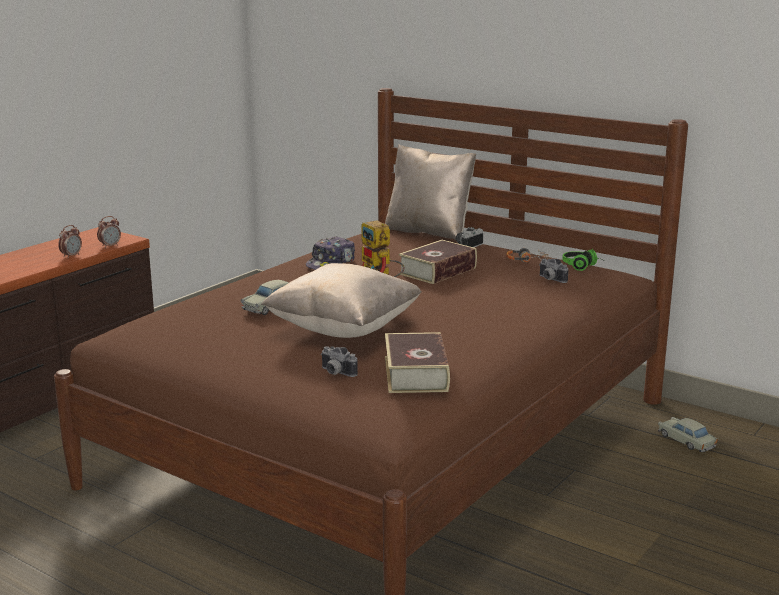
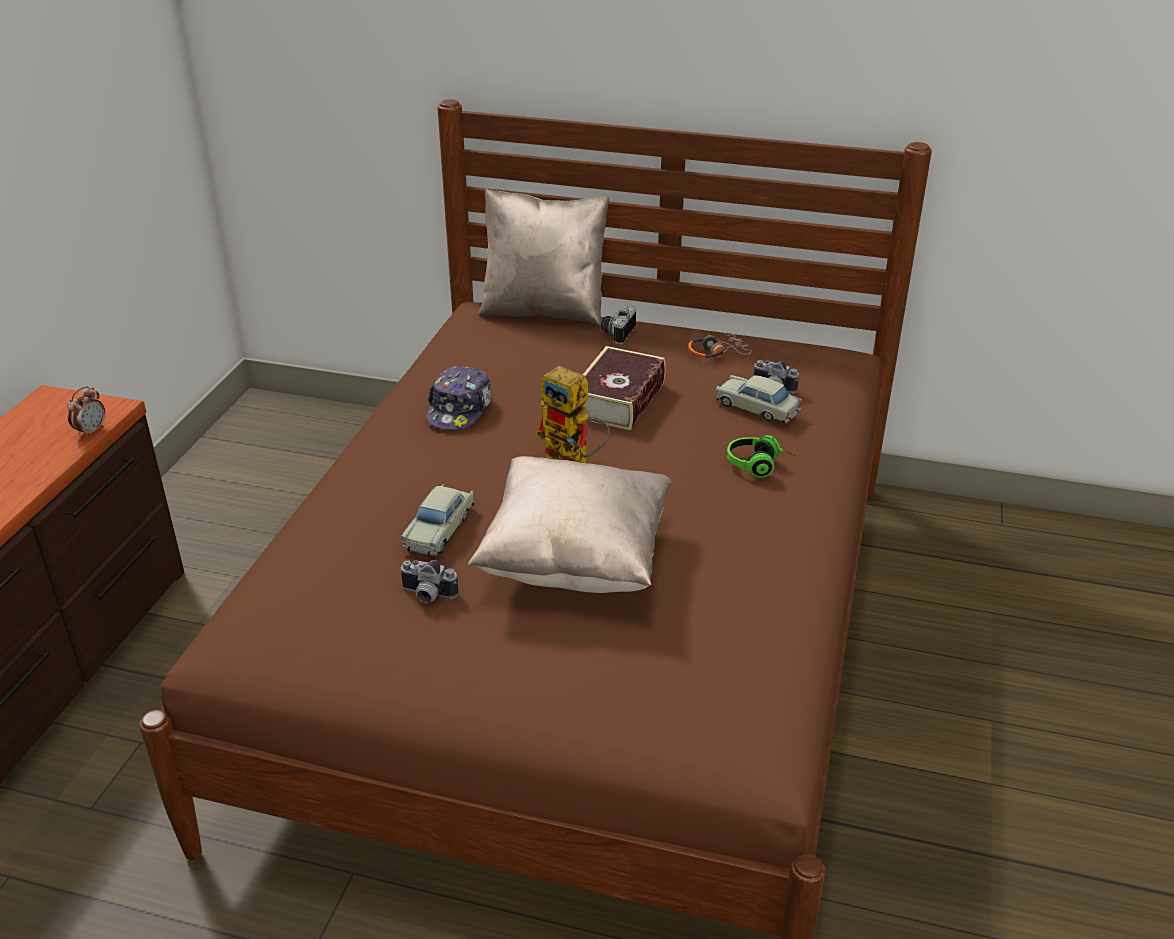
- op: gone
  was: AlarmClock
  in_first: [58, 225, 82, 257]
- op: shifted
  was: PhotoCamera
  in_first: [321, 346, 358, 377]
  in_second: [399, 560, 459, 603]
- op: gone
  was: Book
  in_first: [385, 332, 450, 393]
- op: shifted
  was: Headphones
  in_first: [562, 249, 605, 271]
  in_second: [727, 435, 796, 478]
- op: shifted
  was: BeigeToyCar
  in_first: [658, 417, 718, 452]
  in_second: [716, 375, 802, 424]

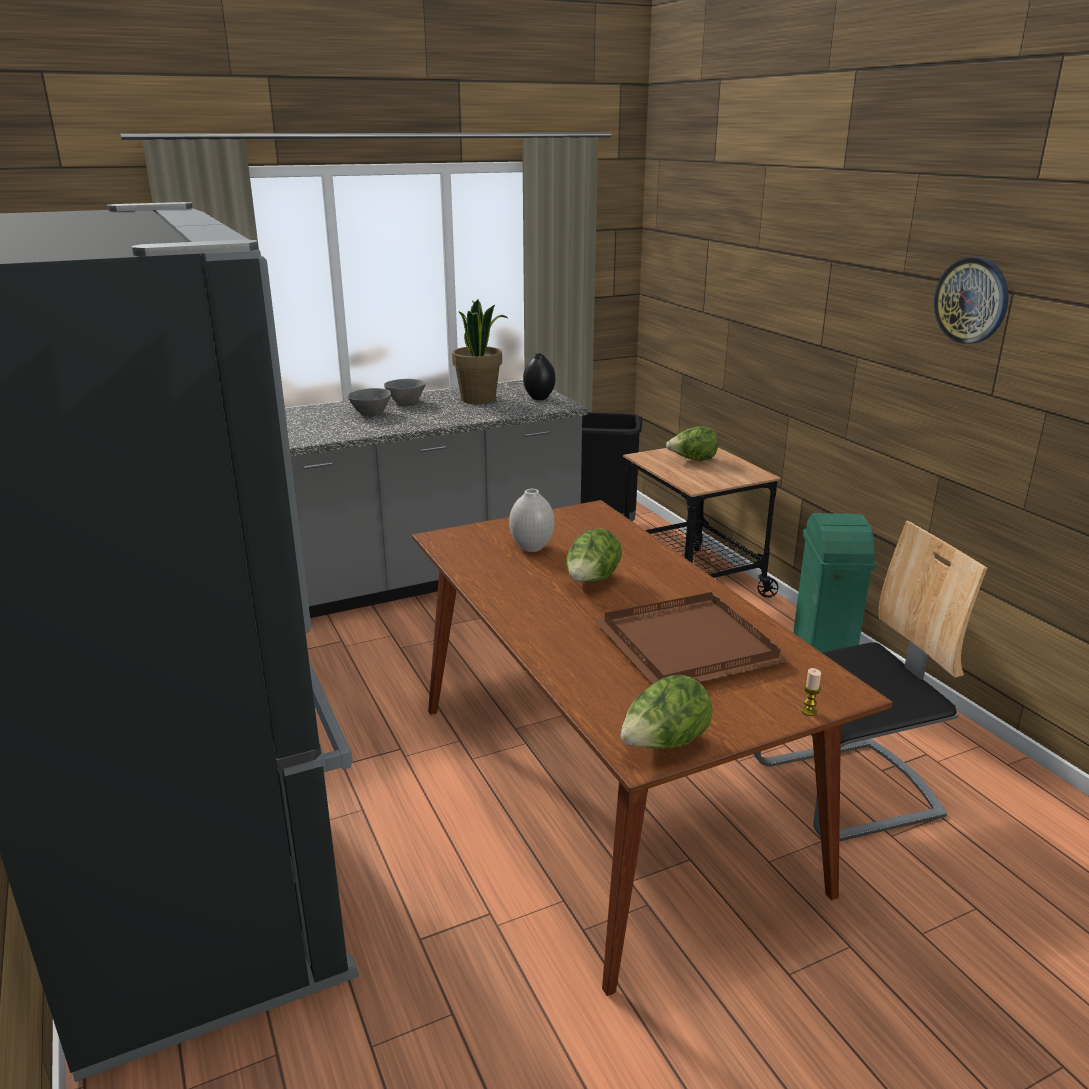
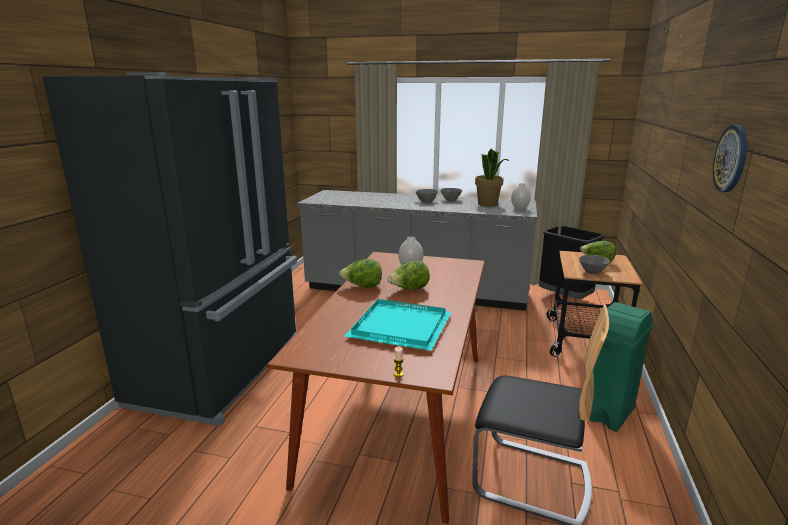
- op: repainted
  was: BlackVase
  now: WhiteVase
  in_first: [523, 354, 556, 400]
  in_second: [511, 183, 531, 210]
- op: repainted
  was: BrownTray
  now: TurquoiseTray
  in_first: [594, 592, 792, 684]
  in_second: [344, 299, 451, 351]
- op: shifted
  was: Lettuce
  in_first: [620, 675, 713, 749]
  in_second: [339, 259, 382, 288]
- op: new
  now: GreyBowl
  in_second: [579, 255, 610, 274]

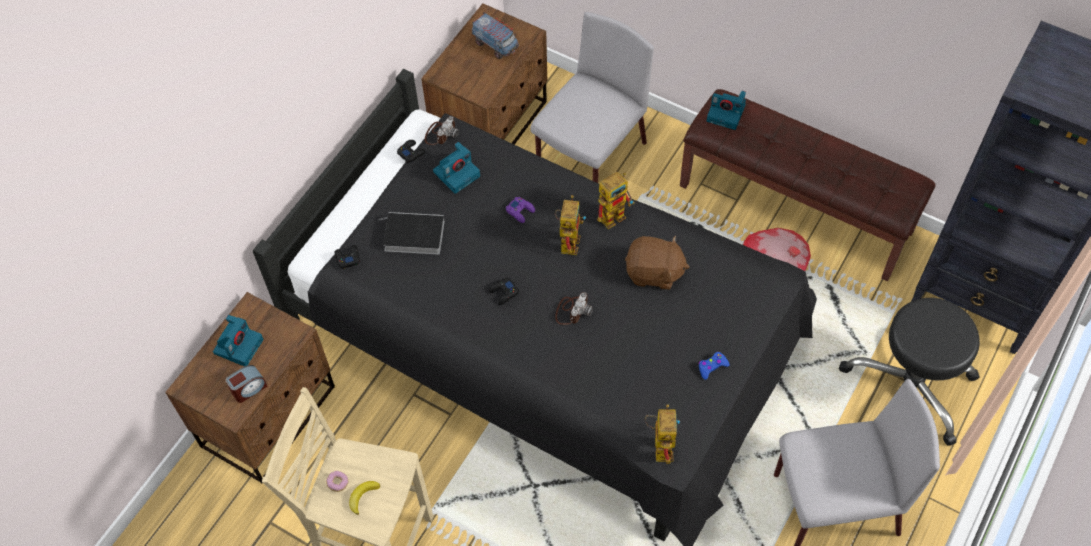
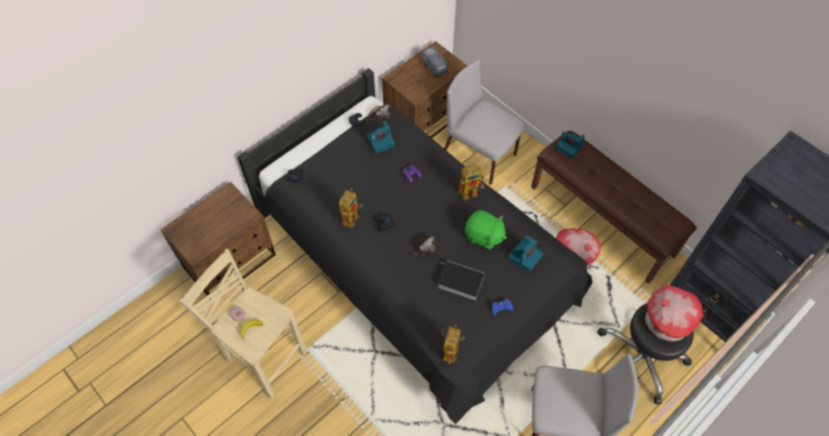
- op: shifted
  was: PhotoCamera
  in_first: [213, 315, 264, 366]
  in_second: [508, 235, 543, 272]
- op: gone
  was: AlarmClock
  in_first: [226, 365, 267, 403]
- op: shifted
  was: Book
  in_first: [378, 212, 445, 254]
  in_second: [438, 260, 485, 300]
- op: rotated
  was: GreyChair
  in_first: [530, 12, 654, 183]
  in_second: [444, 60, 525, 185]
  clockwise: -105
- op: shifted
  was: ToyRobot
  in_first: [555, 195, 586, 255]
  in_second: [339, 188, 362, 228]
- op: repainted
  was: BrownPlushToy
  now: GreenPlushToy
  in_first: [625, 236, 689, 290]
  in_second: [465, 210, 507, 250]
- op: new
  now: ToyHouse
  in_second: [645, 285, 703, 341]

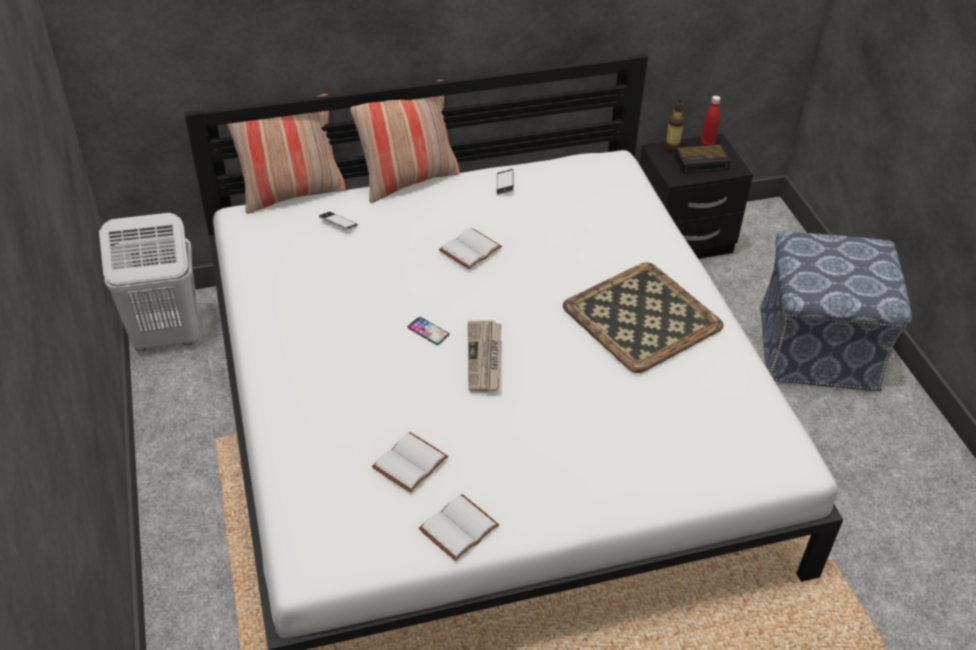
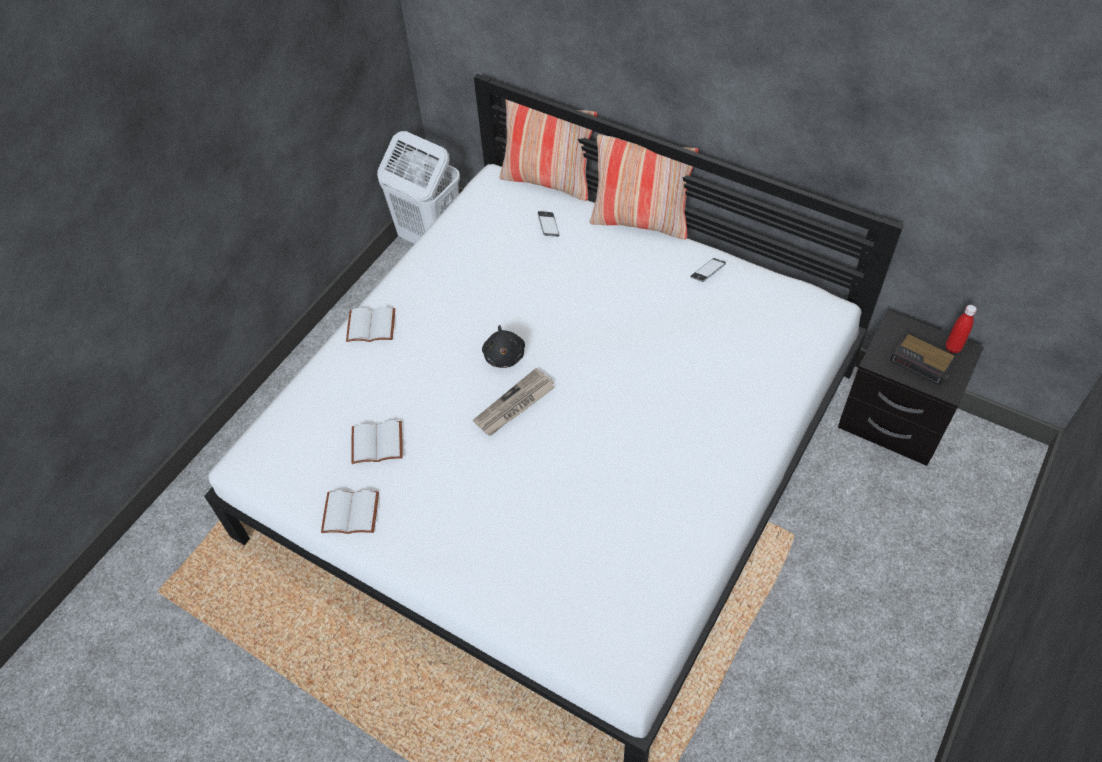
- op: swapped
  was: Phone
  now: BlackPlushToy
  in_first: [408, 317, 449, 345]
  in_second: [482, 325, 525, 368]
- op: shifted
  was: WhiteBook
  in_first: [439, 228, 502, 269]
  in_second: [346, 307, 395, 342]
- op: gone
  was: Tray
  in_first: [563, 262, 724, 373]
- op: gone
  was: Bottle
  in_first: [665, 100, 684, 152]
- op: gone
  was: Ottoman
  in_first: [760, 232, 912, 391]

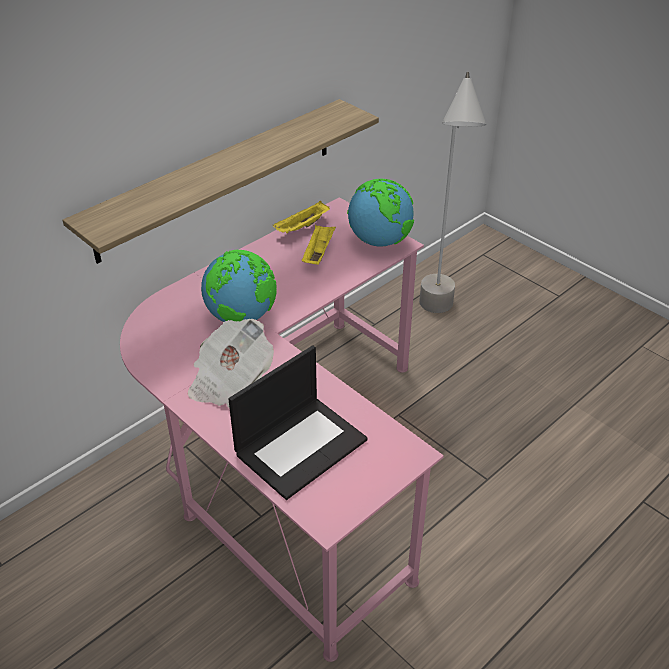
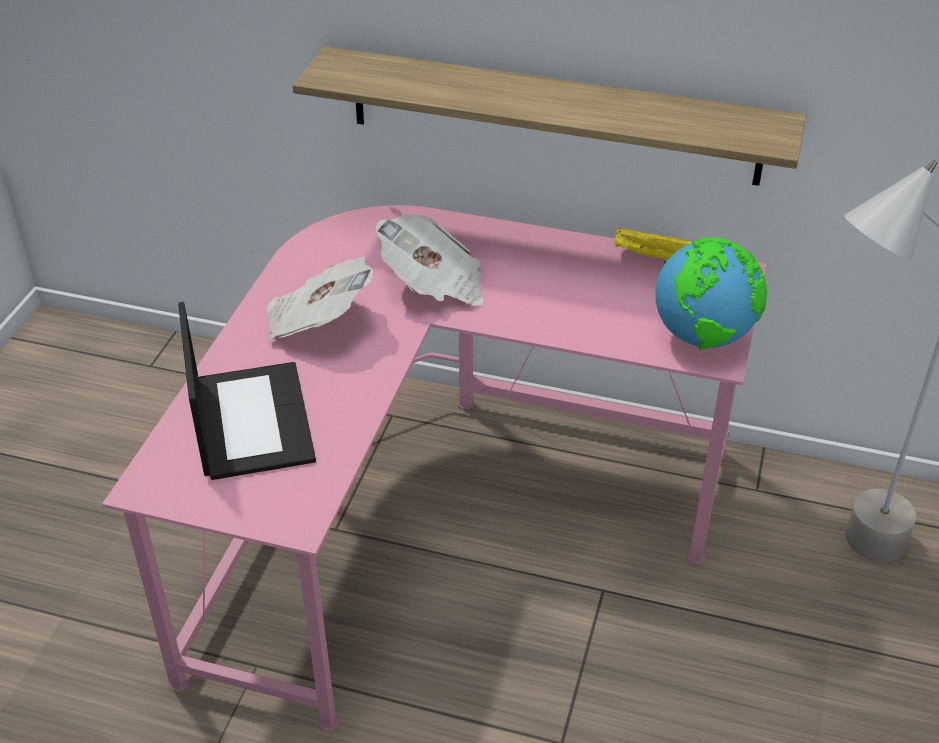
- op: swapped
  was: Globe
  now: Newspaper
  in_first: [201, 250, 277, 322]
  in_second: [375, 214, 483, 306]
- op: rotated
  was: Laptop
  in_first: [228, 345, 368, 500]
  in_second: [178, 302, 316, 480]
  clockwise: -120
- op: gone
  was: YellowTray
  in_first: [301, 225, 336, 265]

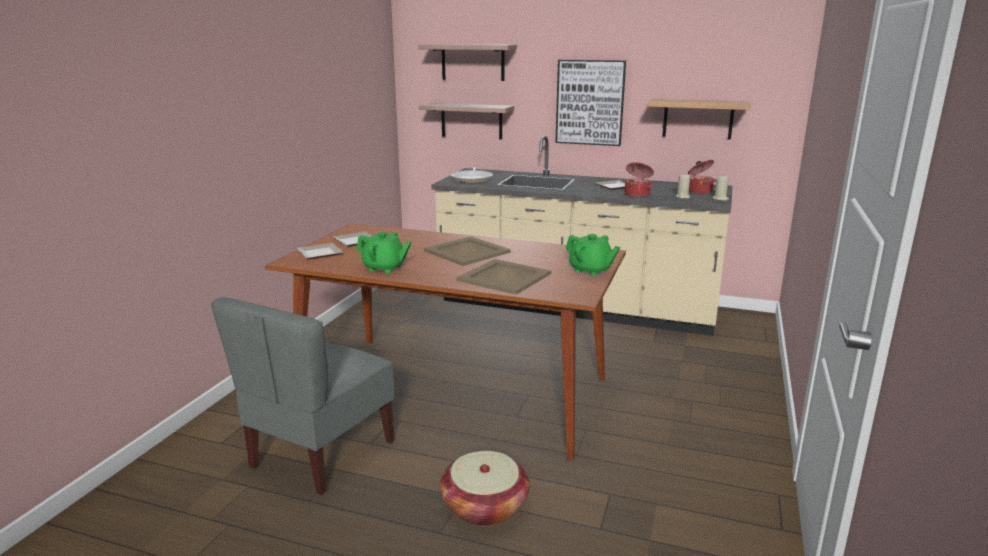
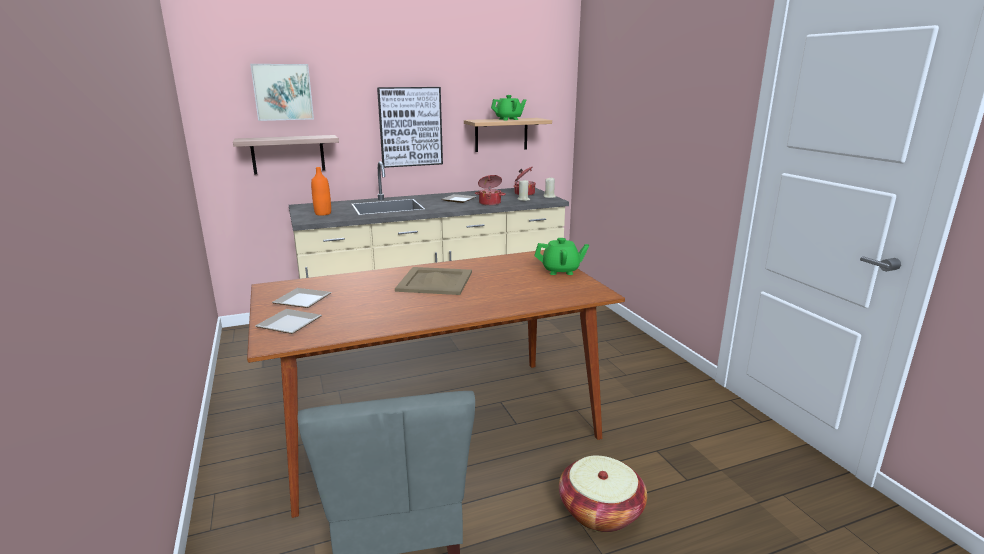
- op: shifted
  was: GreenTeapot
  in_first: [356, 232, 411, 273]
  in_second: [491, 95, 526, 120]
- op: swapped
  was: Shelf
  now: Picture
  in_first: [418, 44, 517, 81]
  in_second: [250, 64, 314, 121]
- op: swapped
  was: FryingPan
  now: OrangeBottle
  in_first: [451, 167, 493, 183]
  in_second: [311, 167, 331, 216]
- op: gone
  was: BeigeTray
  in_first: [456, 259, 551, 295]

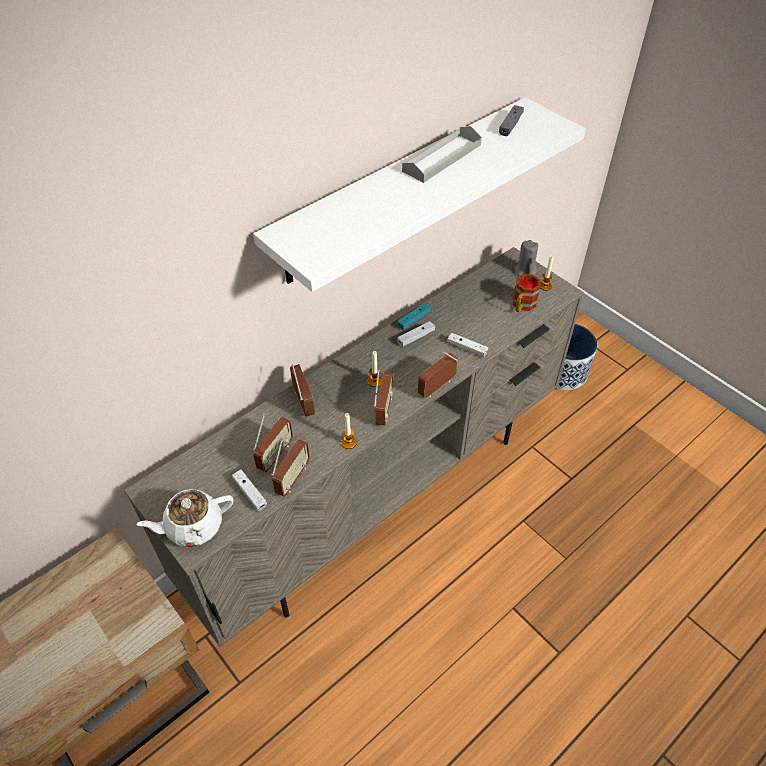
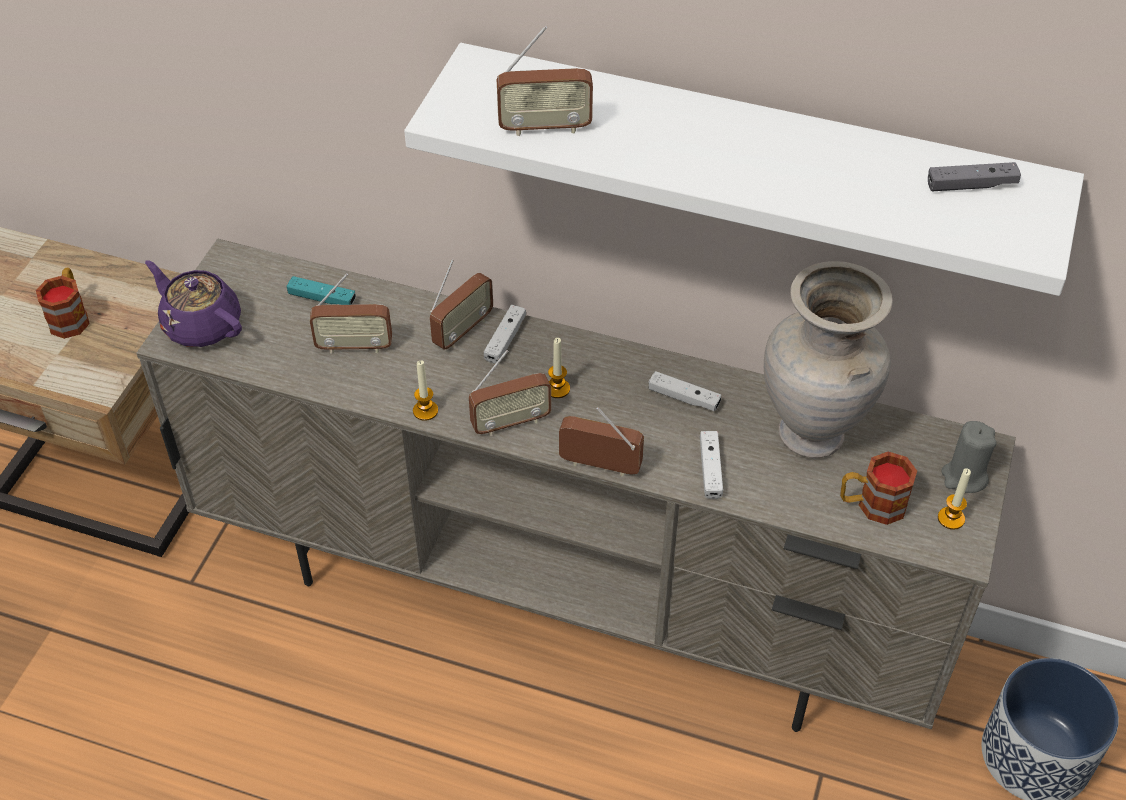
- op: repainted
  was: WhiteTeapot
  now: PurpleTeapot
  in_first: [136, 489, 233, 547]
  in_second: [145, 260, 242, 347]
- op: shifted
  was: WhiteGameController
  in_first: [232, 470, 267, 511]
  in_second: [484, 305, 526, 364]
- op: shifted
  was: Radio
  in_first: [272, 438, 310, 497]
  in_second: [497, 26, 593, 136]
- op: shifted
  was: TurquoiseGameController
  in_first: [397, 302, 432, 330]
  in_second: [286, 276, 356, 305]
- op: gone
  was: GreyTray
  in_first: [402, 126, 482, 183]
- op: new
  now: Mug
  in_second: [36, 268, 90, 339]
- op: new
  now: BeigeVase
  in_second: [764, 261, 893, 458]

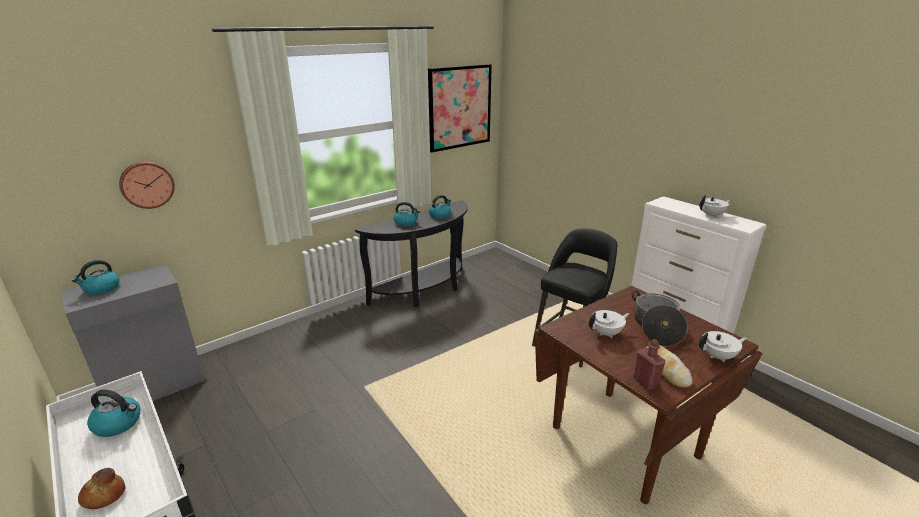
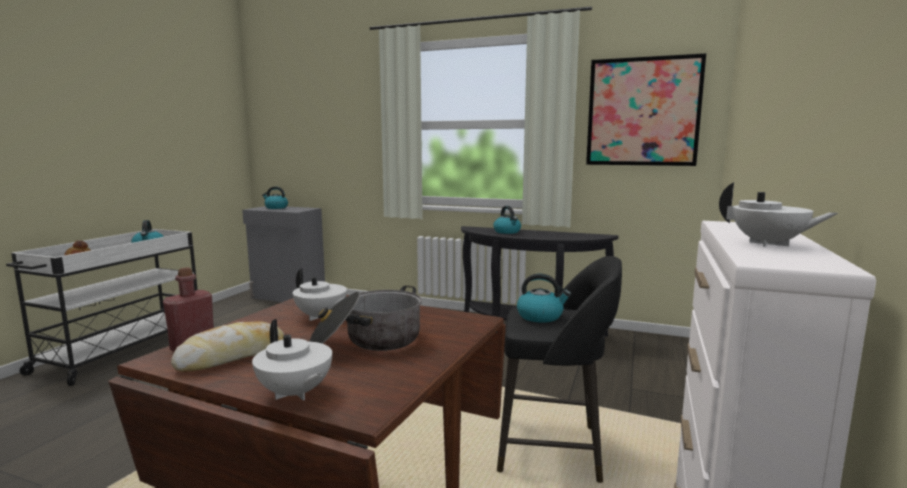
- op: gone
  was: WallClock
  in_first: [119, 162, 175, 209]
- op: shifted
  was: Kettle
  in_first: [429, 195, 451, 219]
  in_second: [517, 274, 571, 323]

